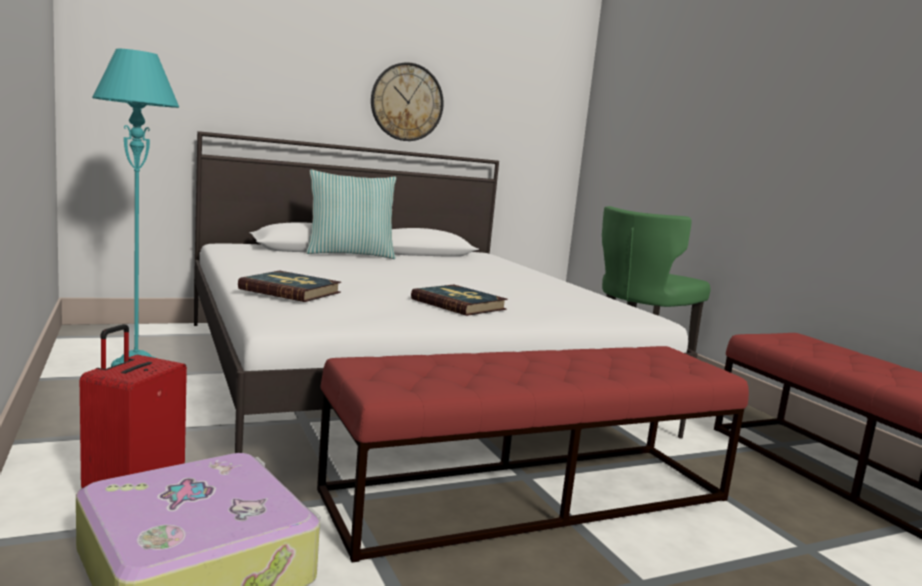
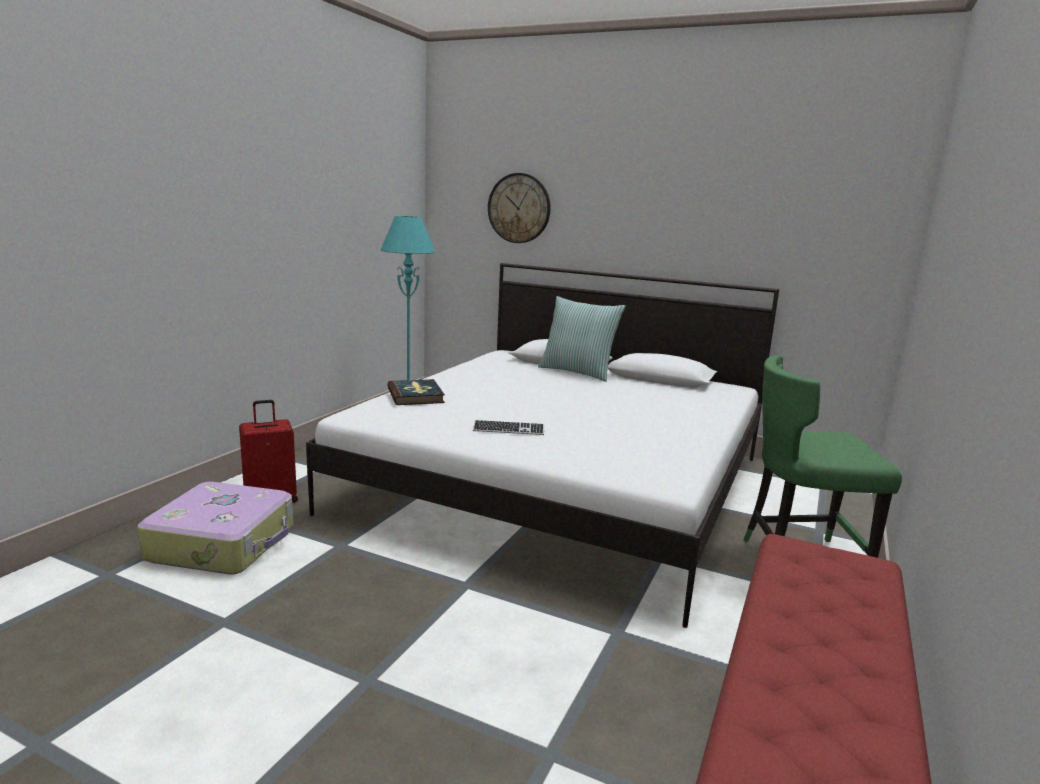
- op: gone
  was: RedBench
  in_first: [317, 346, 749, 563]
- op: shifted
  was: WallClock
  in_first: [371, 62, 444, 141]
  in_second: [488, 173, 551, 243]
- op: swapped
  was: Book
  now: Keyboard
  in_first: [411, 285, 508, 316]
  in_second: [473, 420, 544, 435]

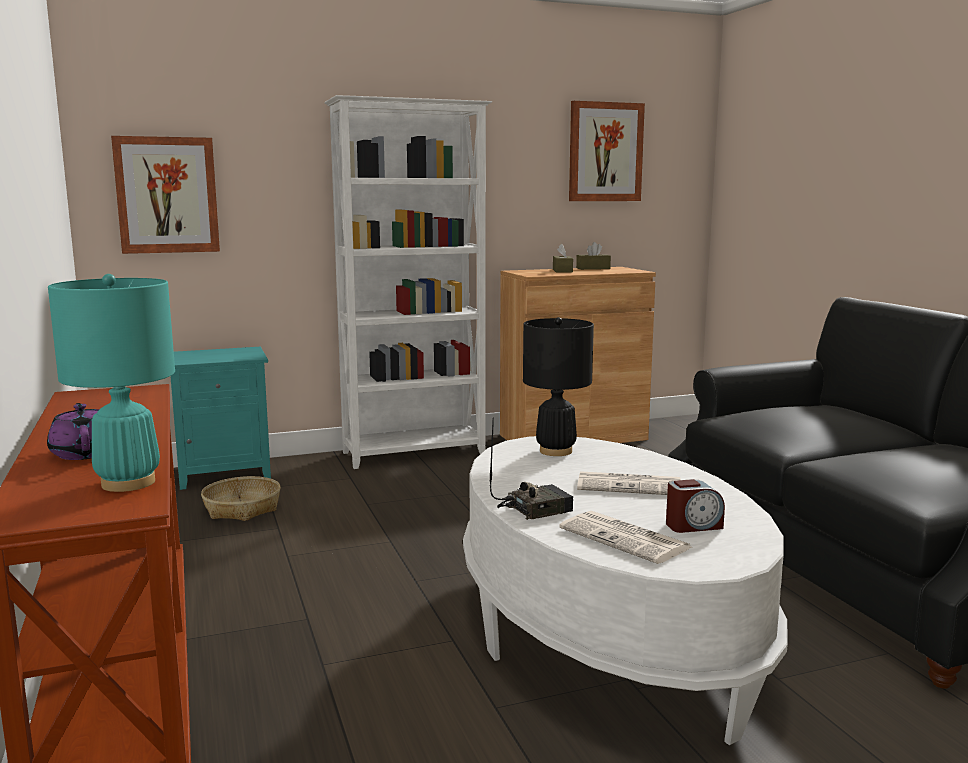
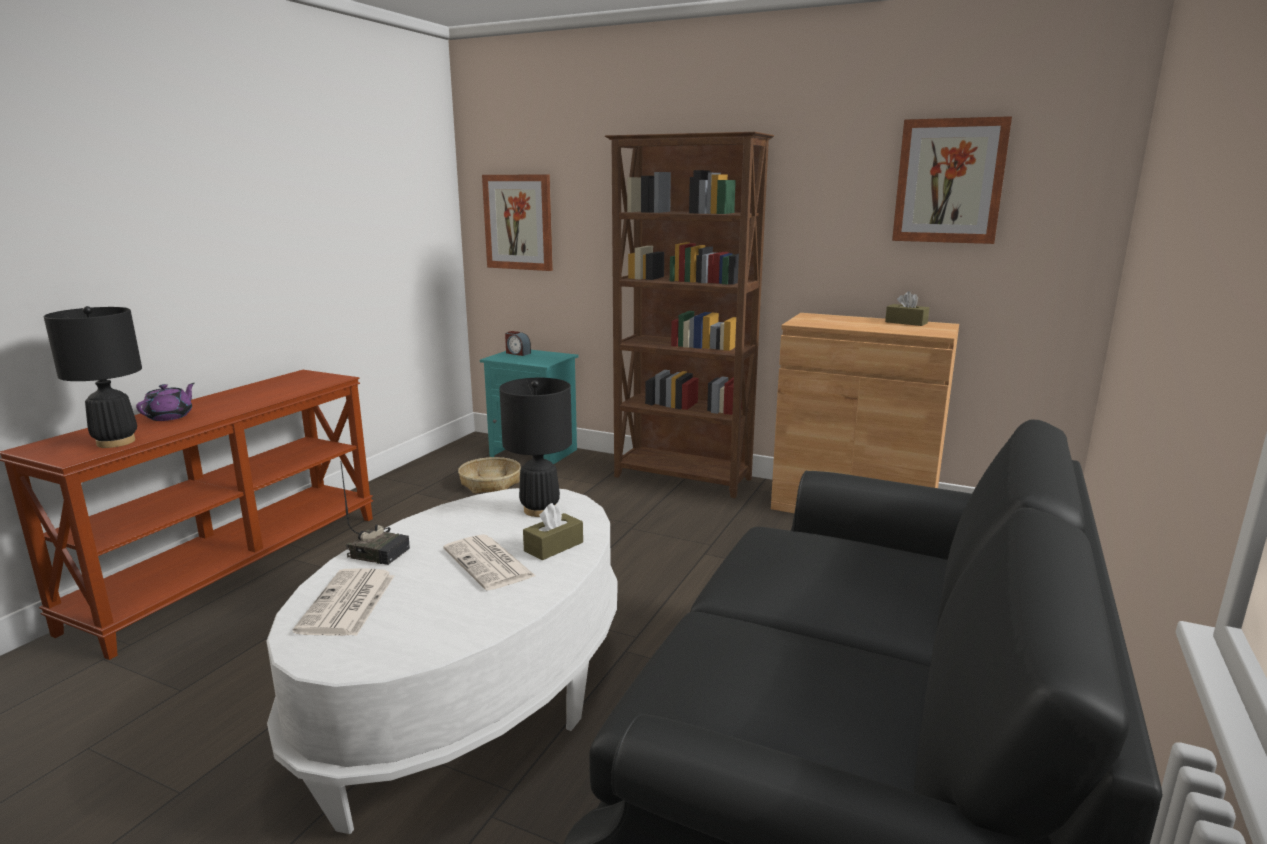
- op: repainted
  was: TurquoiseTableLamp
  now: BlackTableLamp
  in_first: [48, 274, 175, 492]
  in_second: [44, 306, 142, 448]
- op: repainted
  was: WhiteBookcase
  now: BrownBookcase
  in_first: [324, 95, 492, 469]
  in_second: [605, 132, 774, 498]
- op: shifted
  was: BrownTissueBox
  in_first: [553, 244, 573, 273]
  in_second: [523, 503, 583, 560]
- op: shifted
  was: AlarmClock
  in_first: [666, 479, 725, 533]
  in_second: [505, 331, 531, 356]

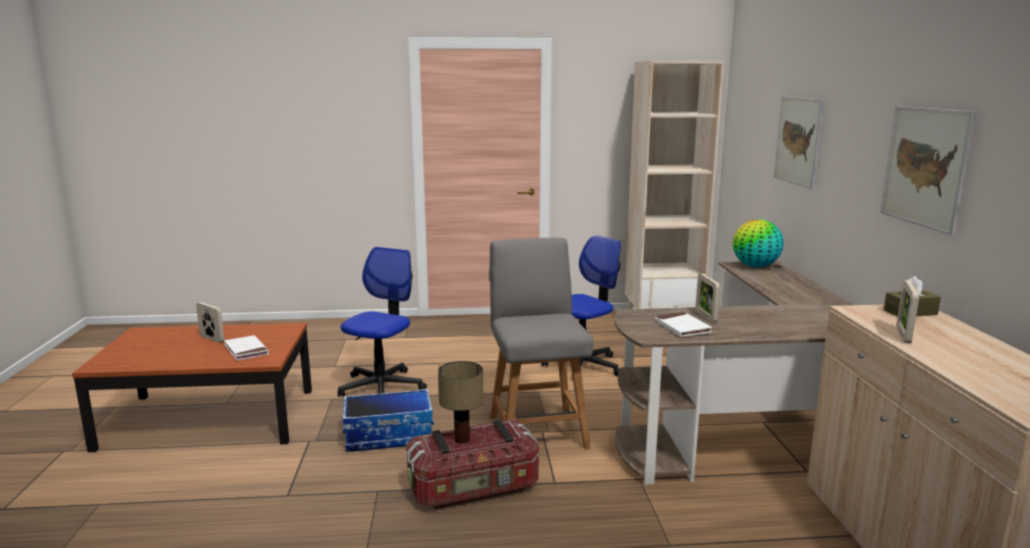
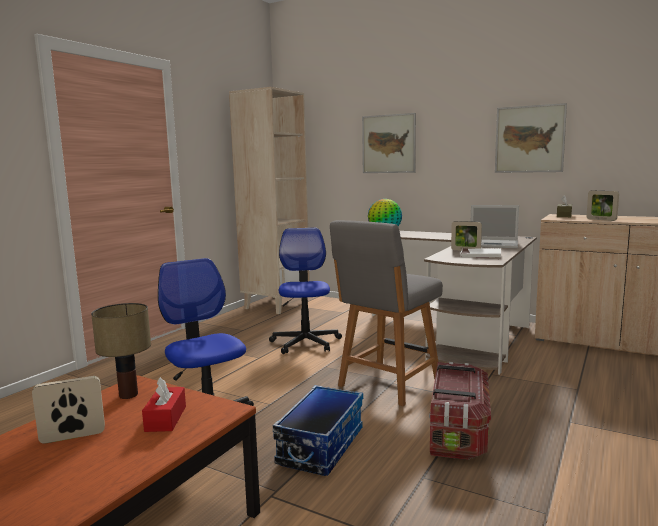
- op: swapped
  was: WhiteBook
  now: RedTissueBox
  in_first: [224, 335, 269, 361]
  in_second: [142, 377, 186, 432]
- op: shifted
  was: TableLamp
  in_first: [438, 361, 484, 444]
  in_second: [91, 303, 151, 399]
- op: rotated
  was: GreyChair
  in_first: [489, 238, 593, 450]
  in_second: [330, 220, 443, 406]
  clockwise: -75
- op: new
  now: Laptop
  in_second: [471, 205, 519, 248]

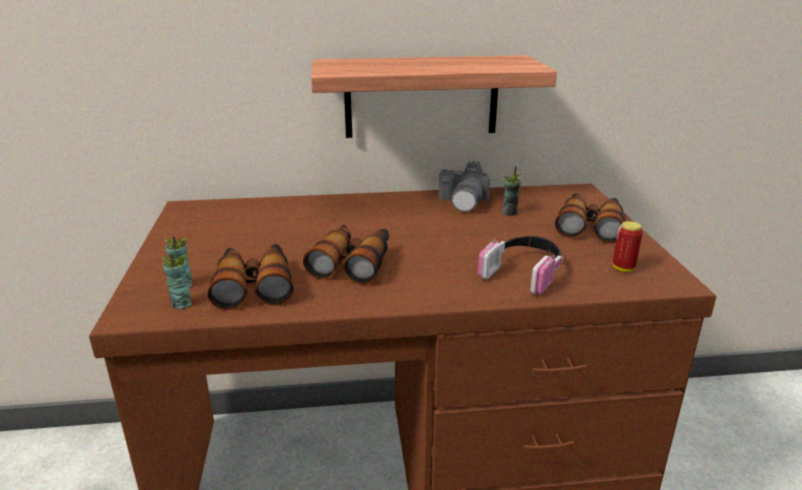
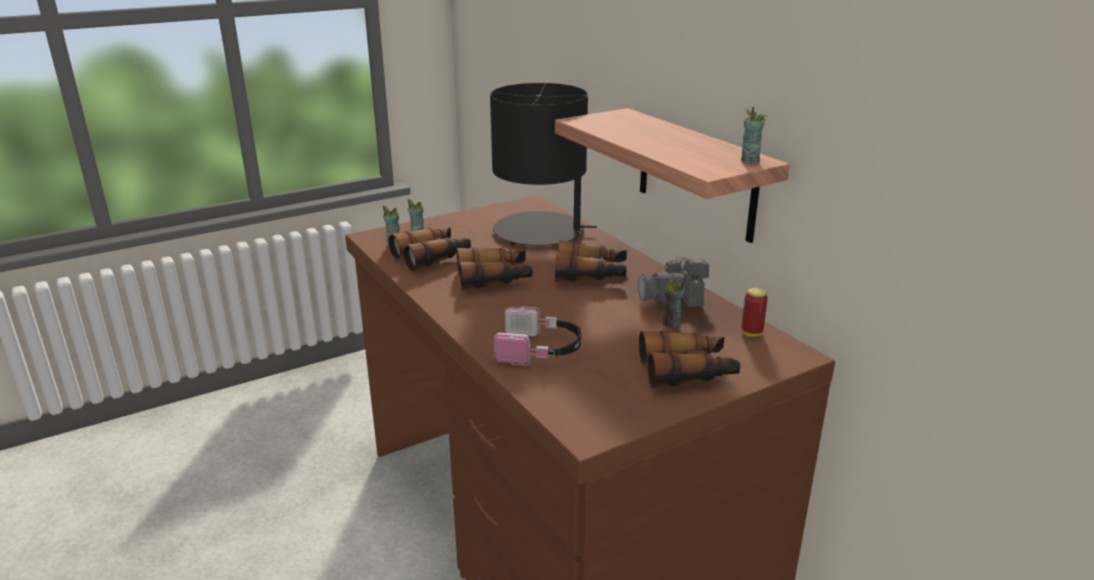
- op: shifted
  was: Can
  in_first: [613, 221, 643, 272]
  in_second: [741, 287, 768, 337]
- op: new
  now: BlackTableLamp
  in_second: [490, 83, 597, 246]
- op: new
  now: Binoculars
  in_second: [555, 240, 627, 282]
- op: new
  now: Cup
  in_second: [741, 107, 768, 165]

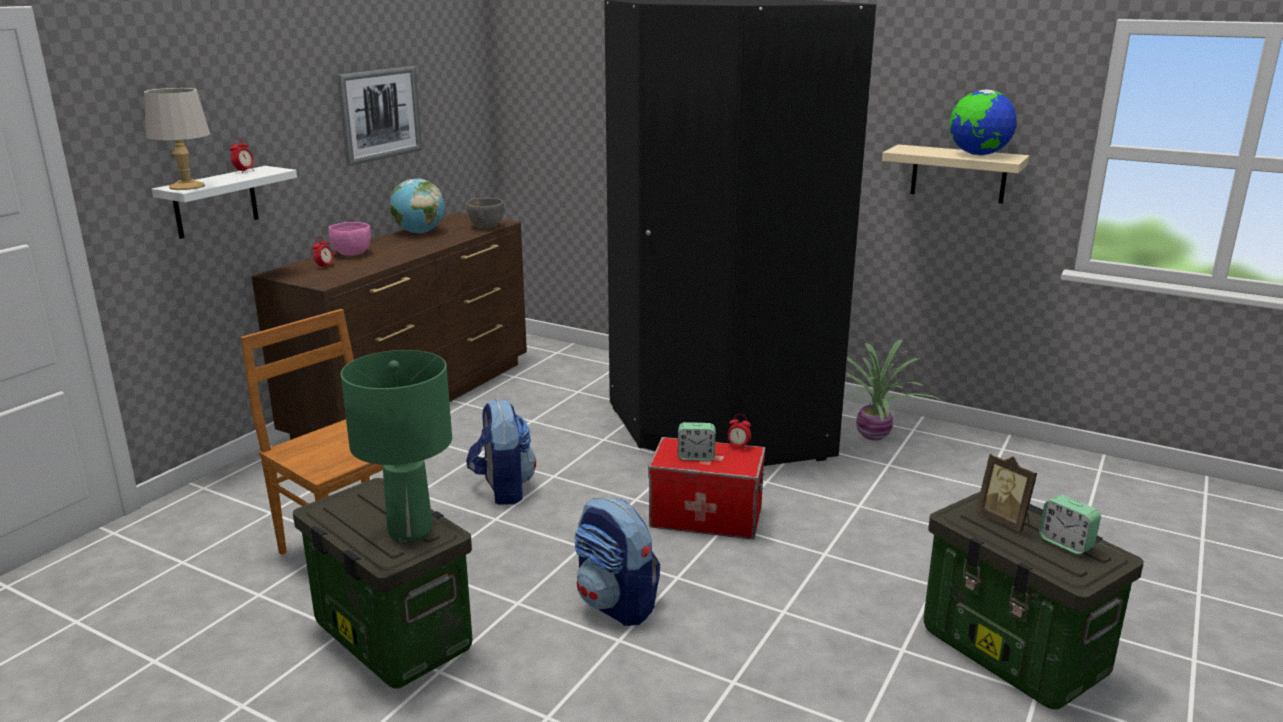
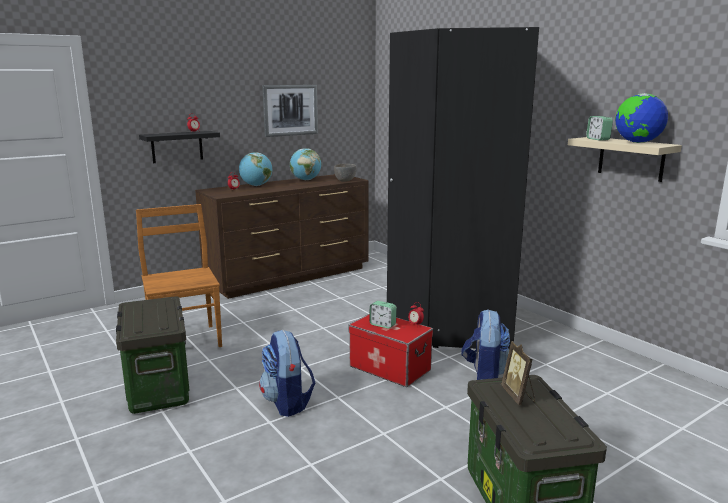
- op: gone
  was: GreyTableLamp
  in_first: [144, 88, 210, 190]
- op: repainted
  was: WhiteShelf
  now: BlackShelf
  in_first: [152, 166, 297, 239]
  in_second: [139, 131, 220, 163]
- op: swapped
  was: PinkBowl
  now: Globe
  in_first: [329, 222, 371, 256]
  in_second: [239, 152, 272, 186]
- op: gone
  was: GreenTableLamp
  in_first: [341, 350, 452, 543]
- op: shifted
  was: Backpack
  in_first: [466, 399, 536, 505]
  in_second: [462, 309, 510, 380]
- op: gone
  was: PottedPlant
  in_first: [844, 339, 945, 440]
- op: shifted
  was: AlarmClock
  in_first: [1039, 495, 1101, 555]
  in_second: [586, 116, 613, 141]

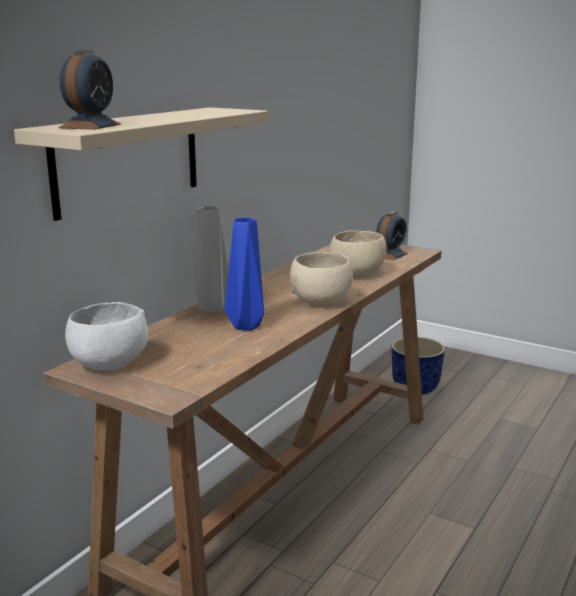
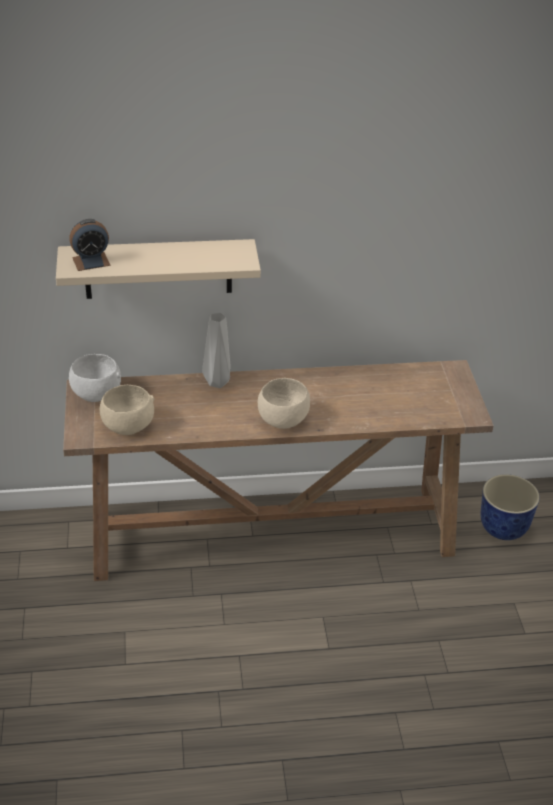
- op: gone
  was: BlueVase
  in_first: [225, 217, 264, 331]
- op: shifted
  was: BeigeBowl
  in_first: [329, 230, 387, 277]
  in_second: [99, 385, 155, 435]
- op: gone
  was: AlarmClock
  in_first: [376, 212, 408, 260]

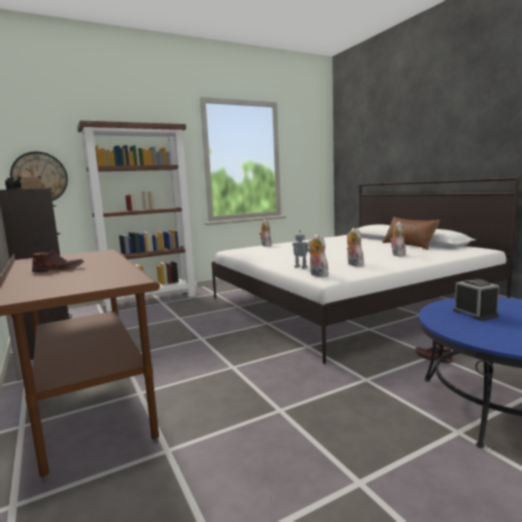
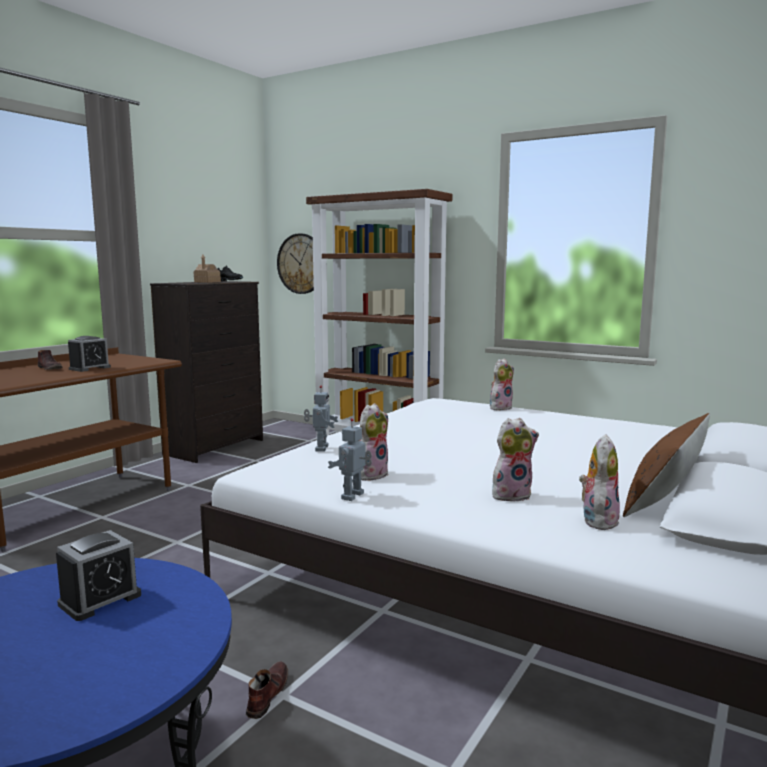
- op: shifted
  was: PlushToy
  in_first: [308, 234, 328, 277]
  in_second: [579, 434, 620, 530]
- op: new
  now: AlarmClock
  in_second: [68, 336, 111, 372]
- op: new
  now: ToyRobot
  in_second: [328, 418, 372, 501]

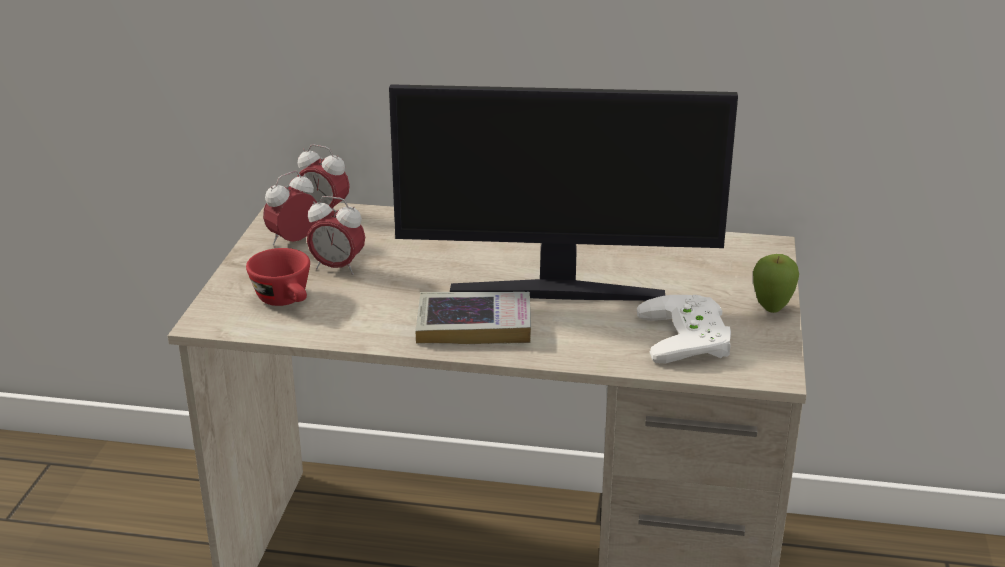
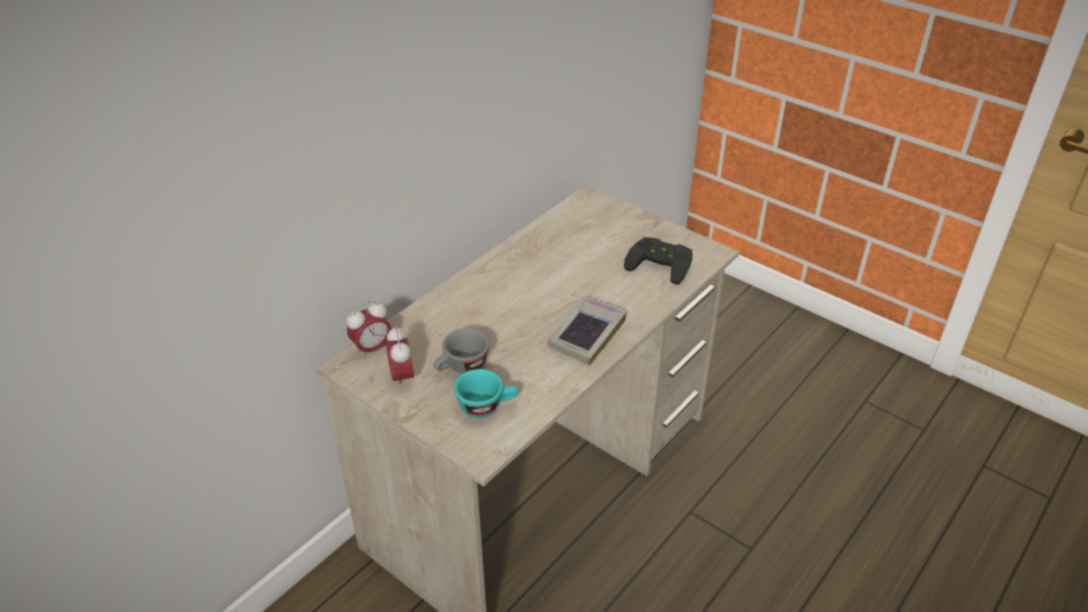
- op: repainted
  was: RedCup
  now: TurquoiseCup
  in_first: [246, 248, 310, 306]
  in_second: [454, 369, 519, 418]
- op: swapped
  was: AlarmClock
  now: GreyCup
  in_first: [307, 196, 365, 275]
  in_second: [433, 328, 490, 374]
- op: gone
  was: Monitor
  in_first: [389, 84, 738, 301]
- op: repainted
  was: WhiteGameController
  now: BlackGameController
  in_first: [637, 295, 731, 363]
  in_second: [624, 237, 692, 285]
- op: gone
  was: Apple
  in_first: [753, 254, 799, 313]

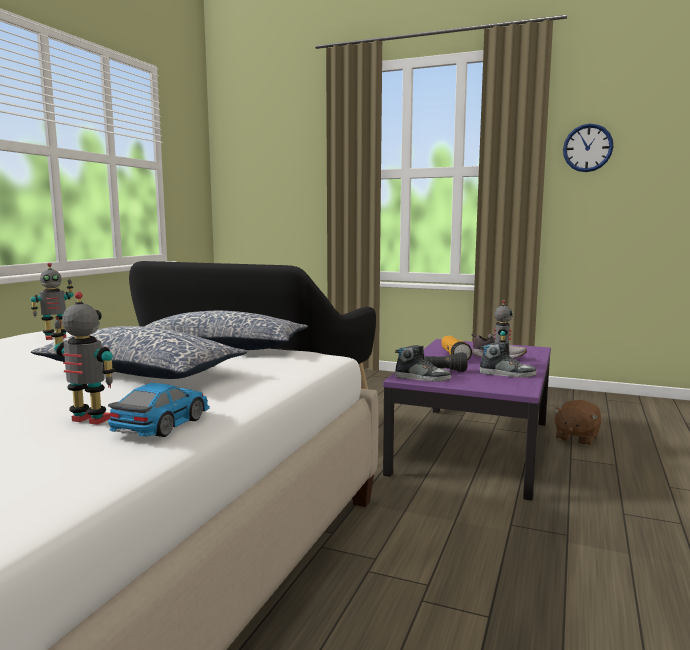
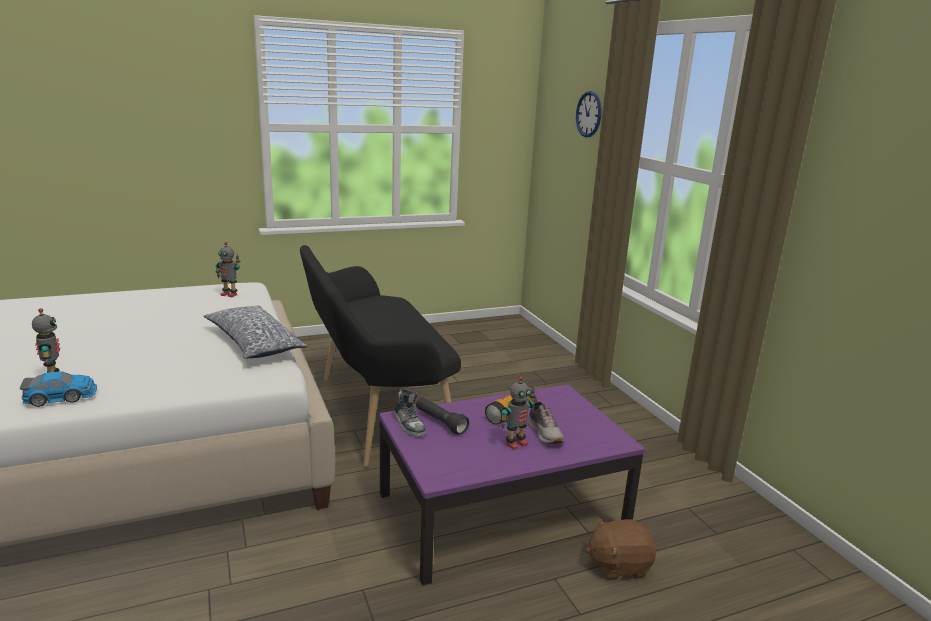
- op: gone
  was: Pillow
  in_first: [31, 326, 247, 379]
- op: gone
  was: Shoe
  in_first: [480, 342, 537, 377]
- op: shifted
  was: WallClock
  in_first: [563, 123, 613, 172]
  in_second: [576, 91, 602, 137]

